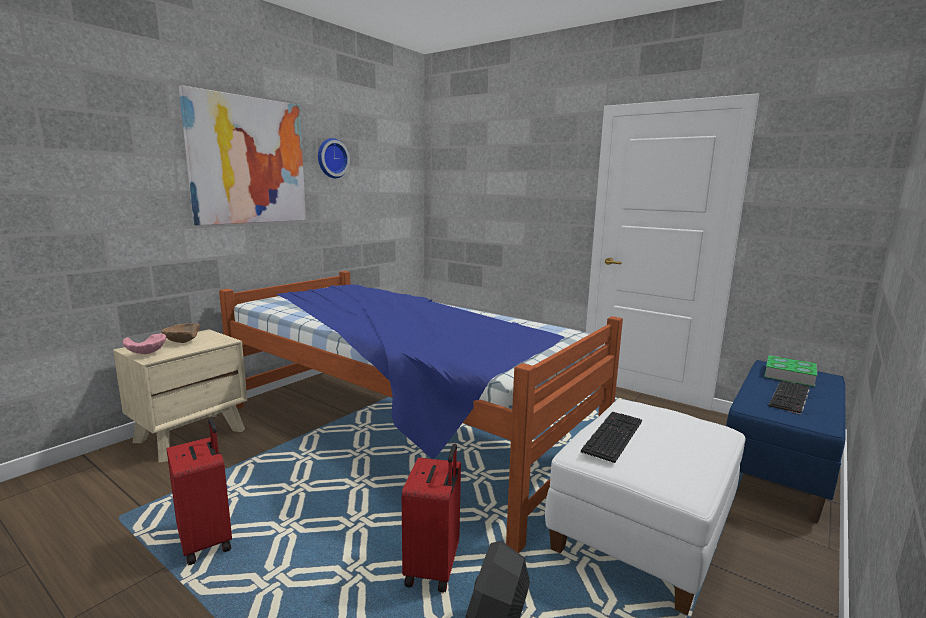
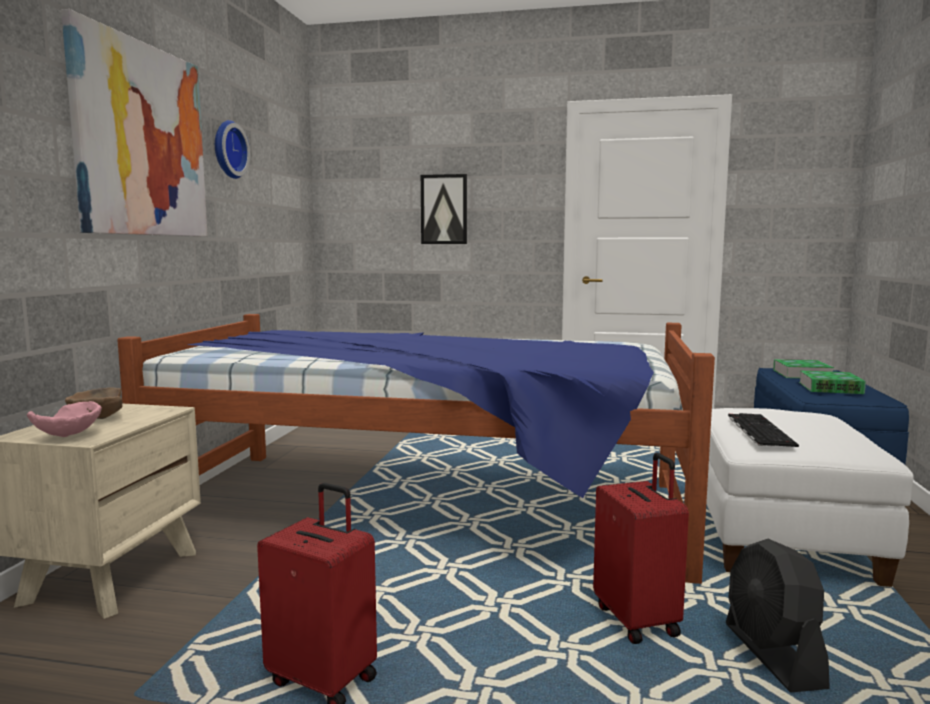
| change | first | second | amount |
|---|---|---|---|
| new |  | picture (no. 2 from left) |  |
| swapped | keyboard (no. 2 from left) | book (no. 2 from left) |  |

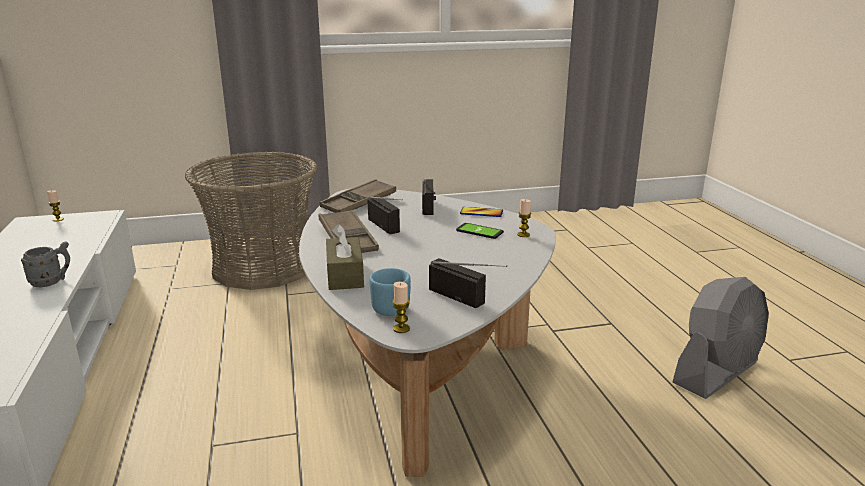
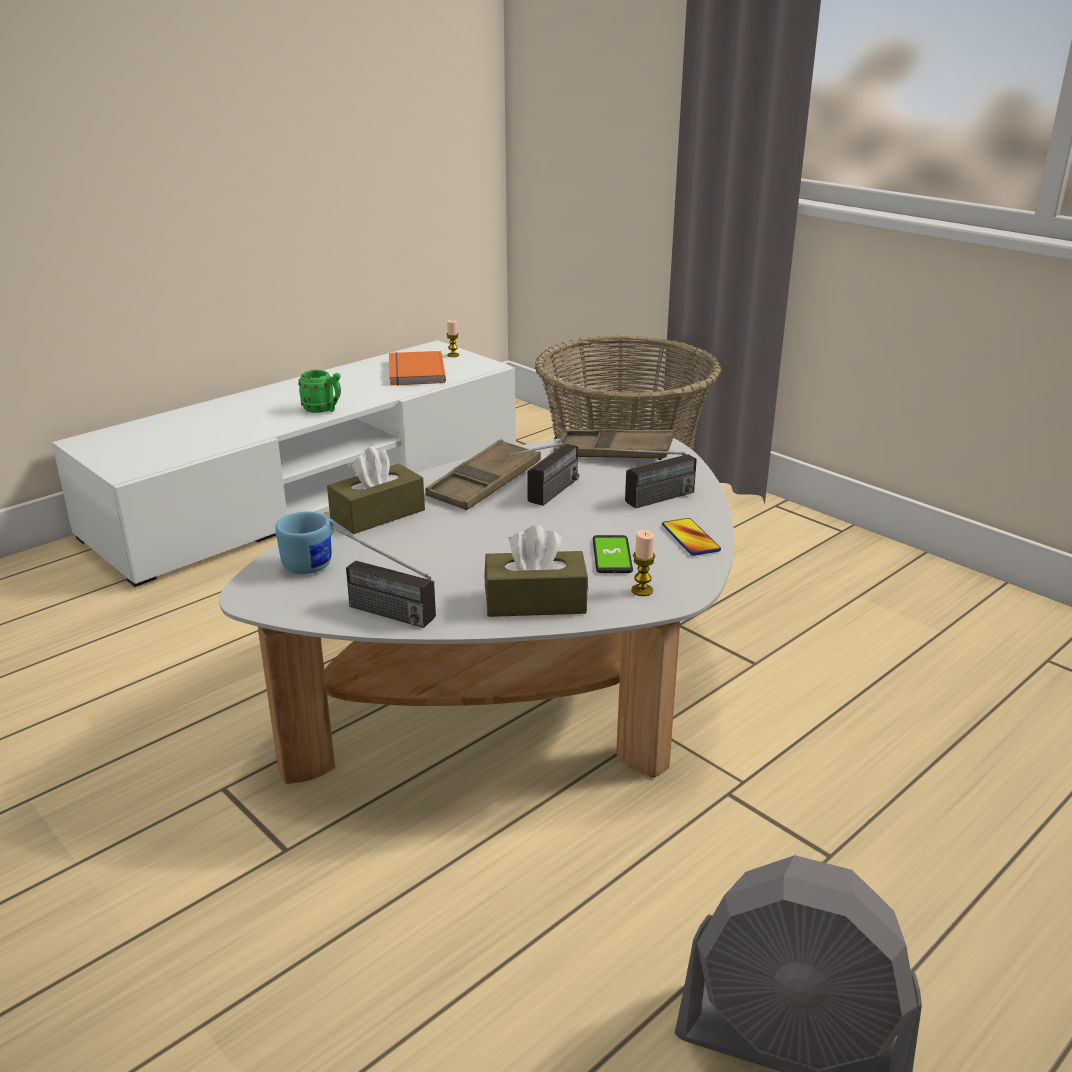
| change | first | second | amount |
|---|---|---|---|
| gone | candle (no. 2 from left) |  |  |
| new |  | orange book |  |
| new |  | brown tissue box (no. 2 from left) |  |
| repainted | grey mug | green mug |  |
| rotated | radio (no. 3 from left in the first image) | radio (no. 1 from left) | 105 degrees clockwise |

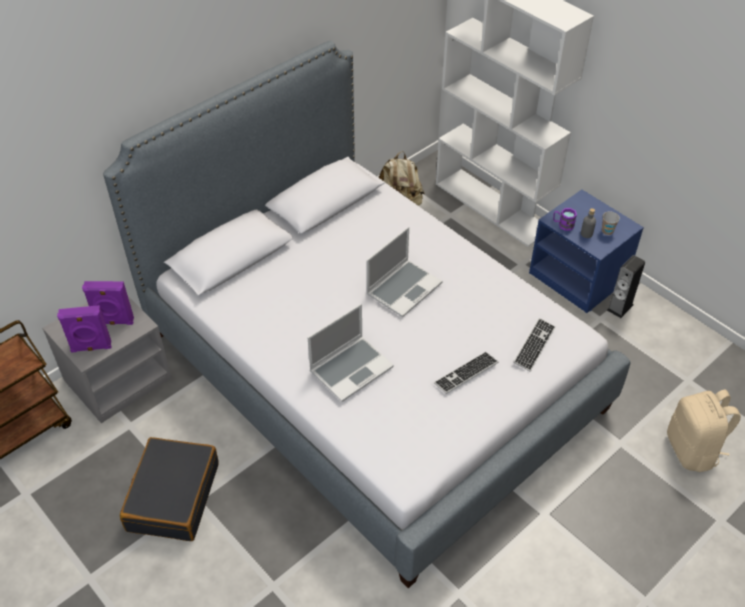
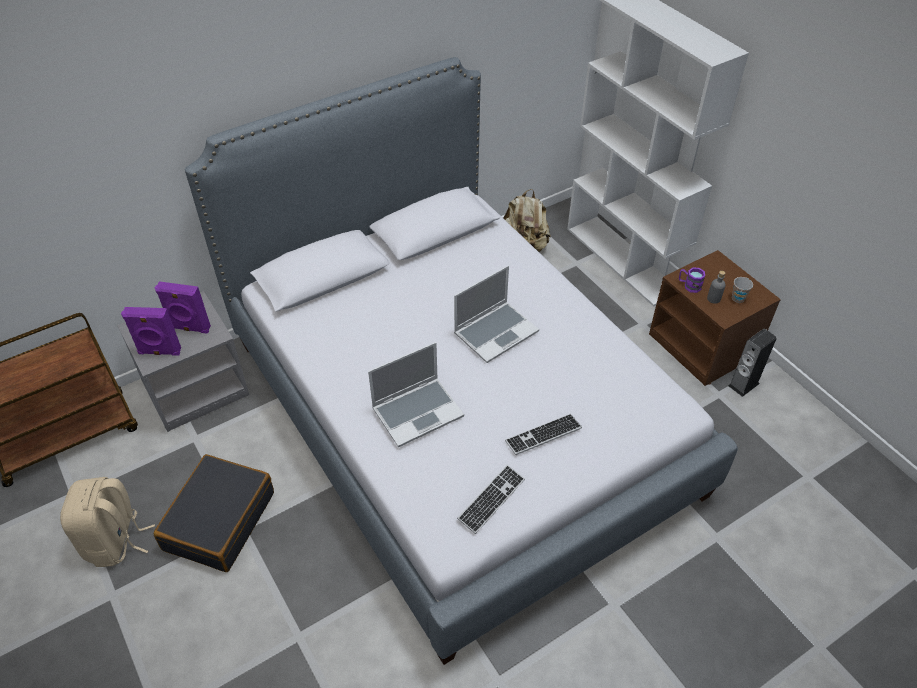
| change | first | second | amount |
|---|---|---|---|
| shifted | keyboard (no. 2 from left in the first image) | keyboard (no. 1 from left) |  |
| shifted | beige backpack (no. 2 from left in the first image) | beige backpack (no. 1 from left) |  |
| repainted | blue nightstand | brown nightstand |  |

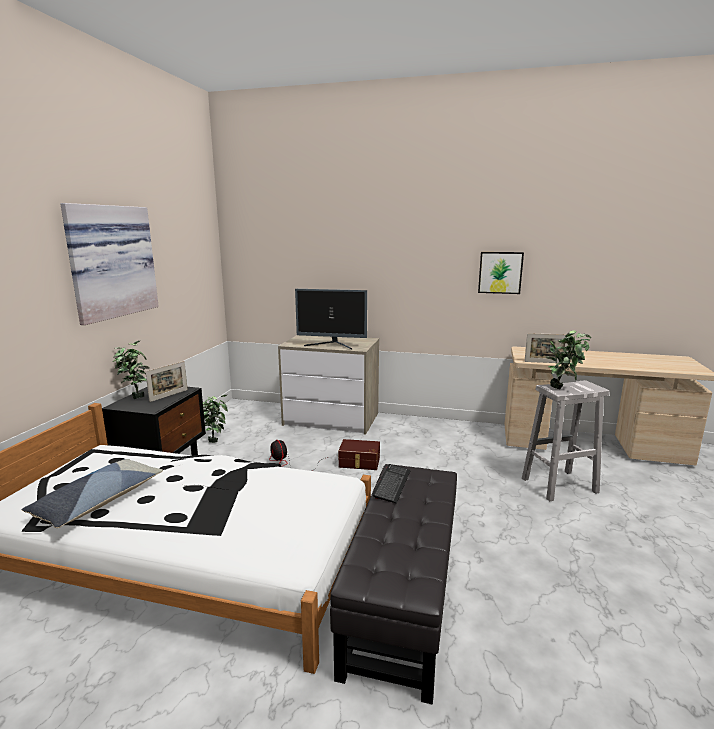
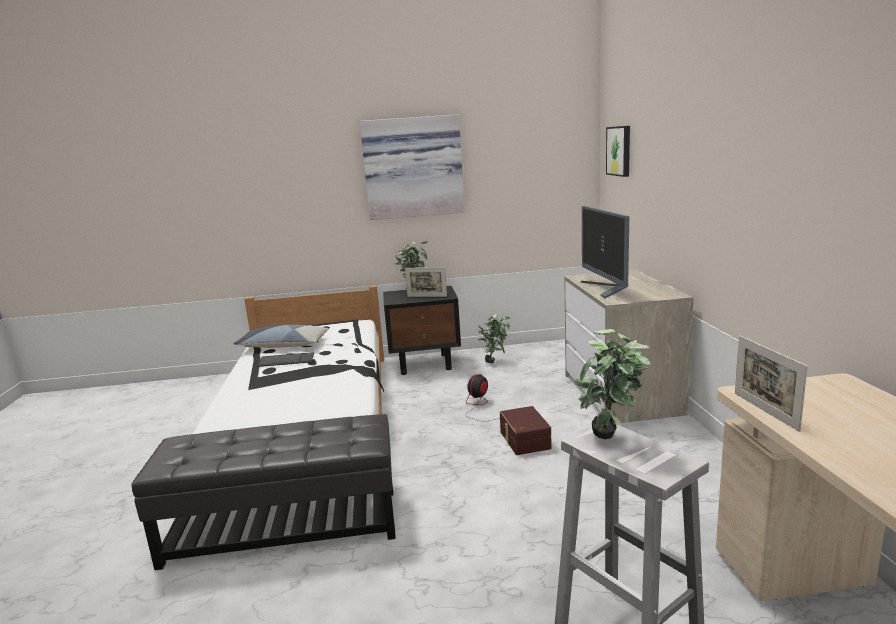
| change | first | second | amount |
|---|---|---|---|
| shifted | keyboard |  |  |
| shifted | picture (no. 2 from left) |  |  |

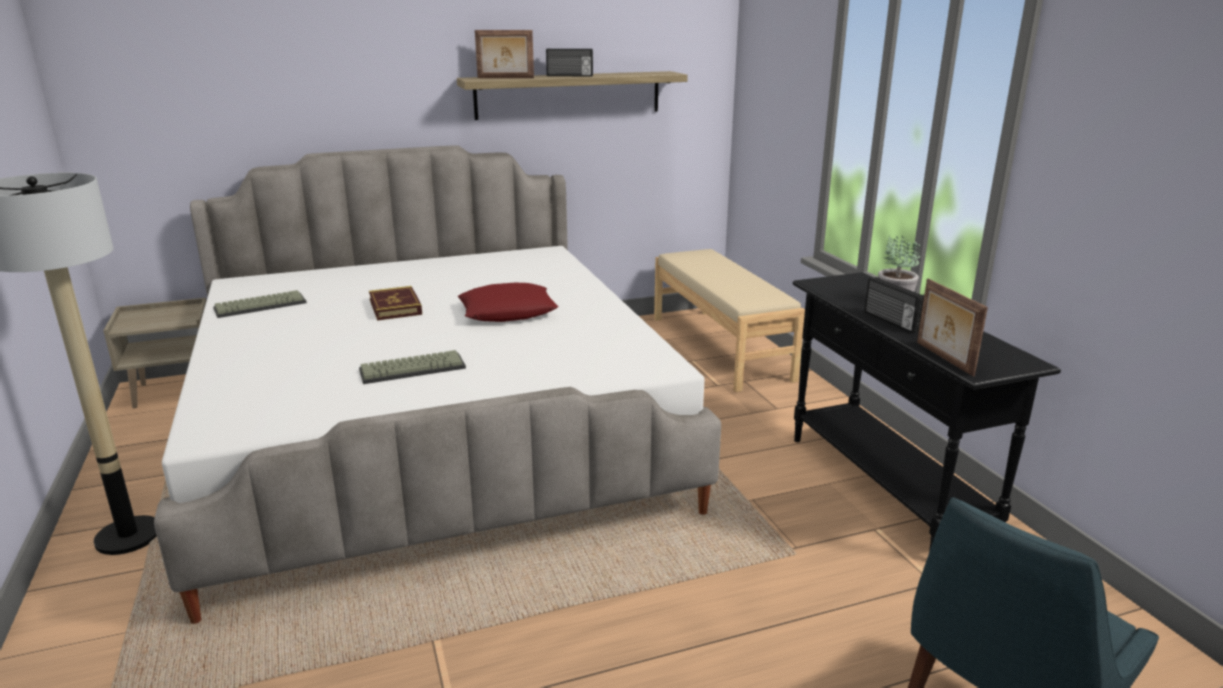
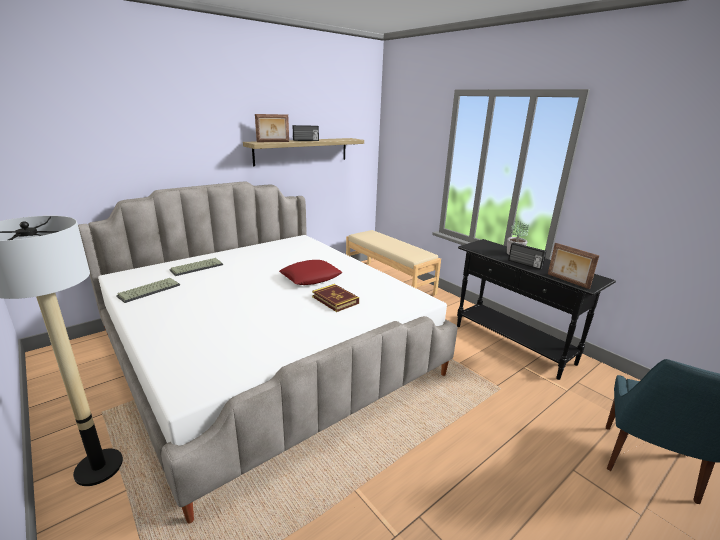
| change | first | second | amount |
|---|---|---|---|
| gone | beige nightstand |  |  |
| shifted | keyboard (no. 2 from left) |  |  |
| shifted | book |  |  |

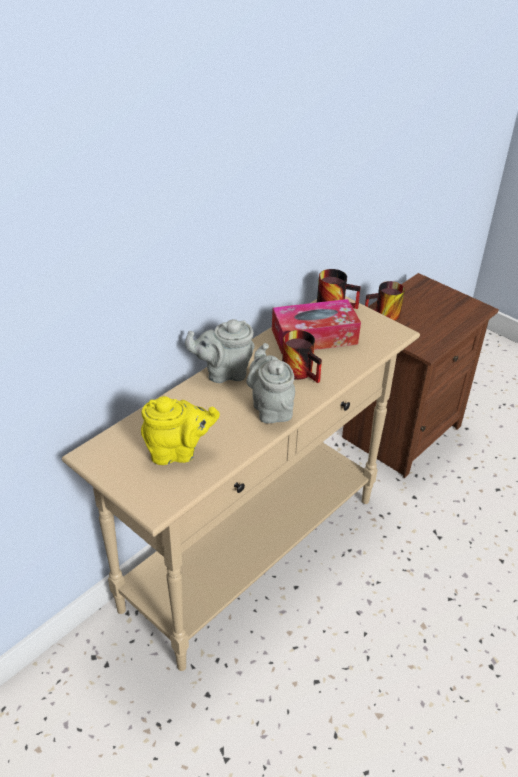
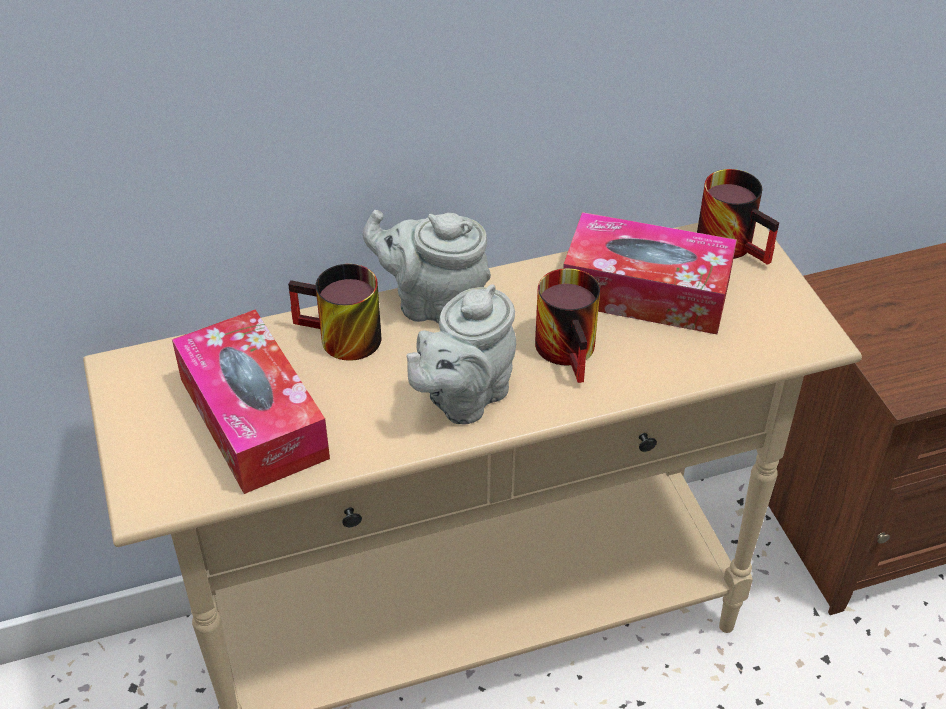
| change | first | second | amount |
|---|---|---|---|
| shifted | mug (no. 3 from left in the first image) | mug (no. 1 from left) |  |
| swapped | yellow teapot | tissue box (no. 1 from left) |  |
| rotated | grey teapot (no. 2 from left) |  | 150 degrees counterclockwise |

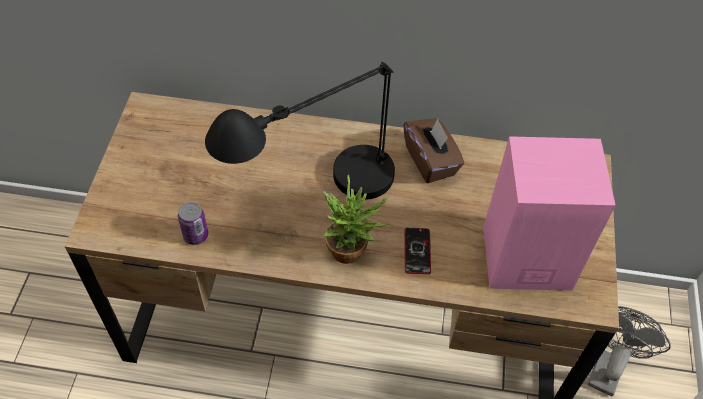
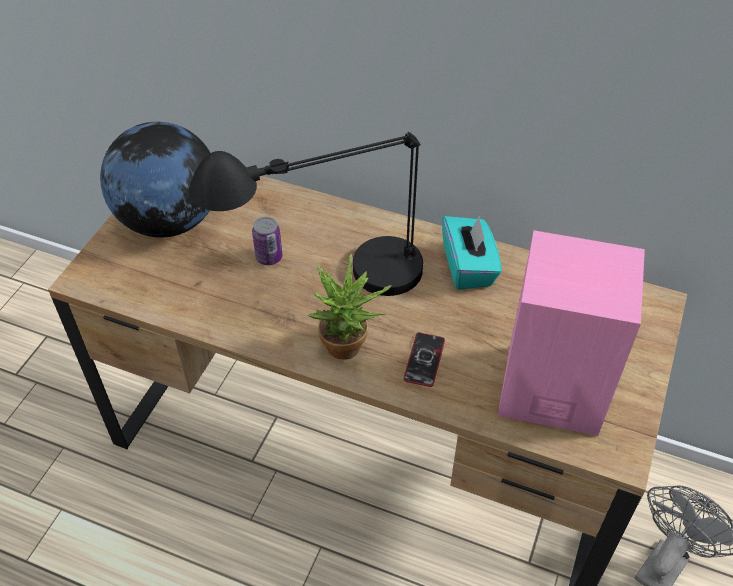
| change | first | second | amount |
|---|---|---|---|
| new |  | globe |  |
| shifted | can |  |  |
| repainted | brown tissue box | turquoise tissue box |  |

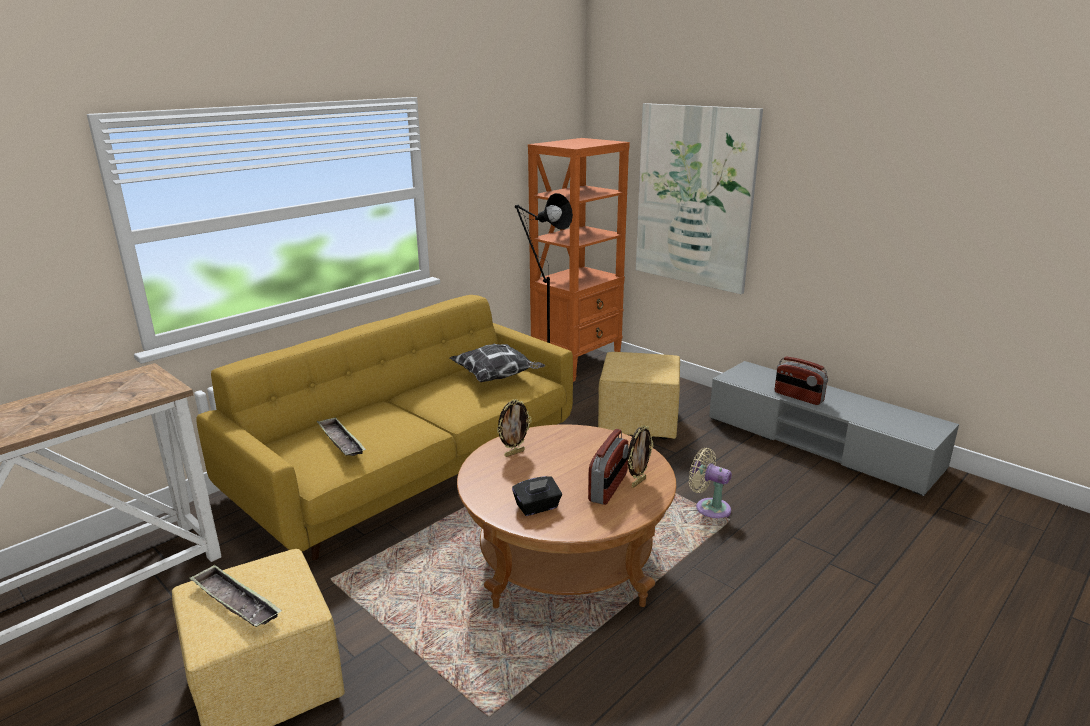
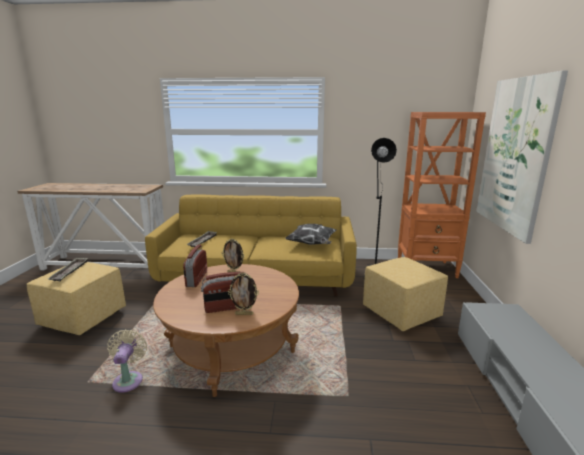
| change | first | second | amount |
|---|---|---|---|
| gone | black tissue box |  |  |
| shifted | beige fan |  |  |
| shifted | radio (no. 2 from left in the first image) | radio (no. 1 from left) |  |

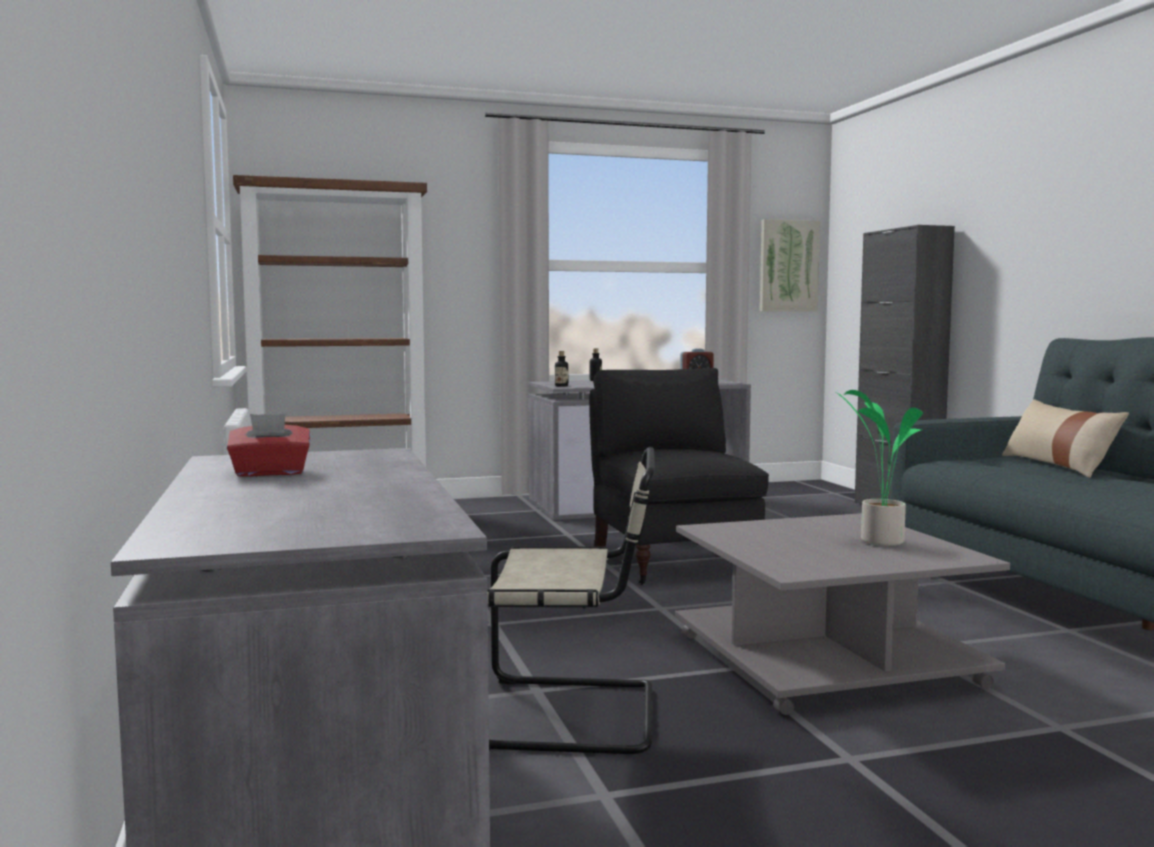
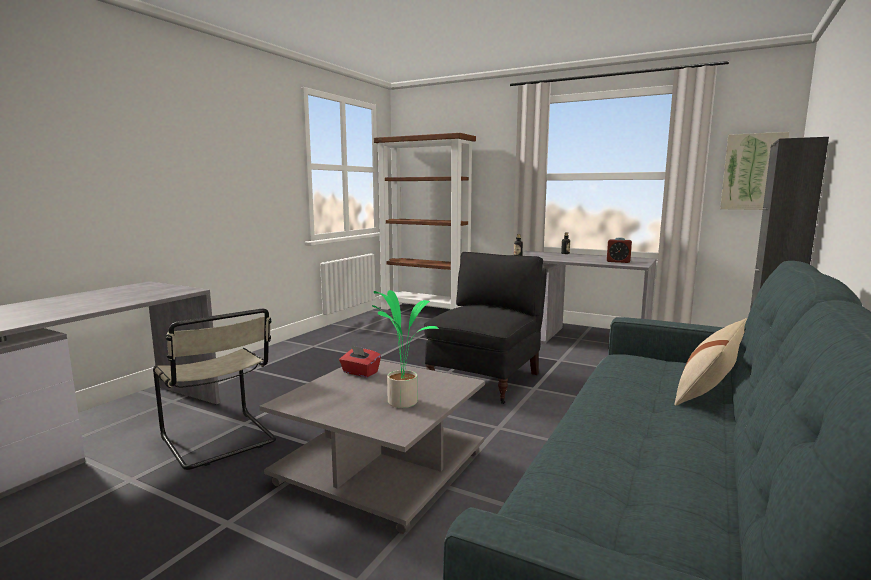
| change | first | second | amount |
|---|---|---|---|
| shifted | red tissue box |  |  |

